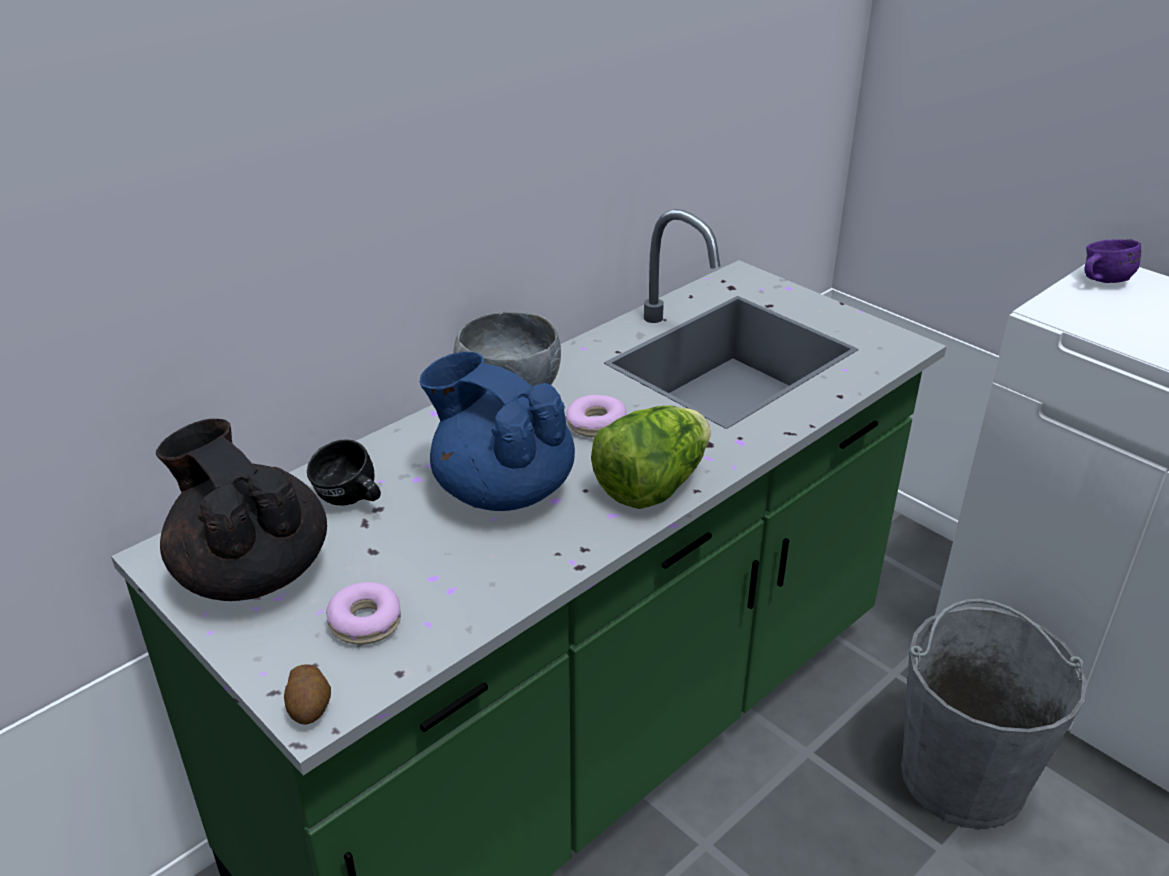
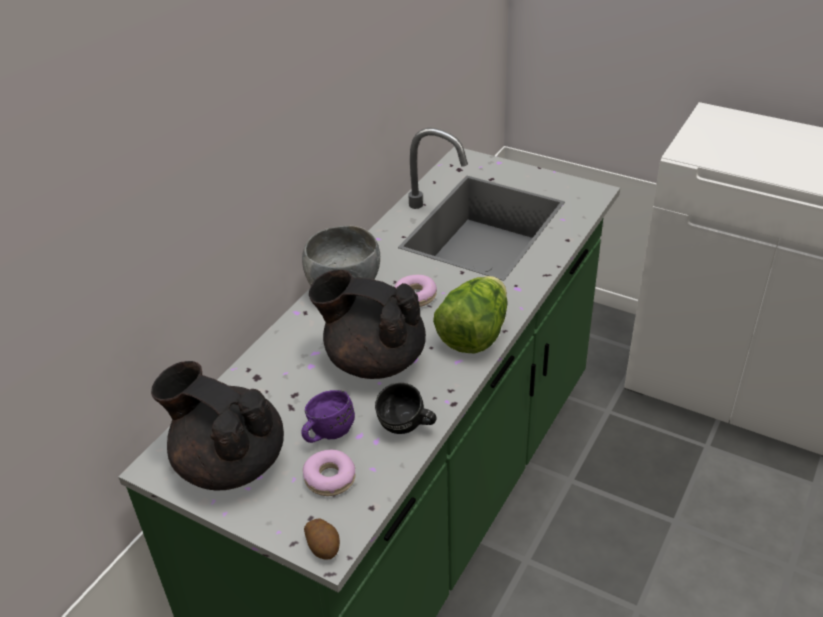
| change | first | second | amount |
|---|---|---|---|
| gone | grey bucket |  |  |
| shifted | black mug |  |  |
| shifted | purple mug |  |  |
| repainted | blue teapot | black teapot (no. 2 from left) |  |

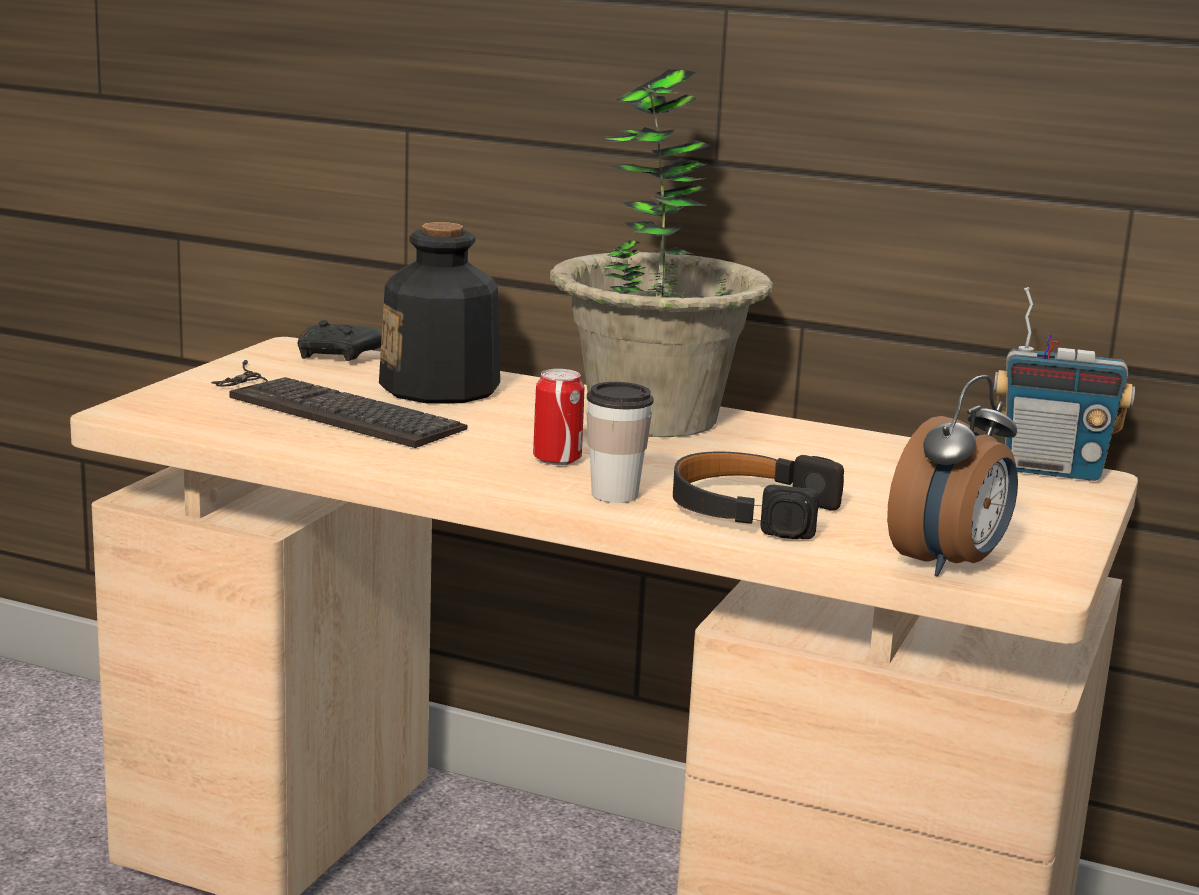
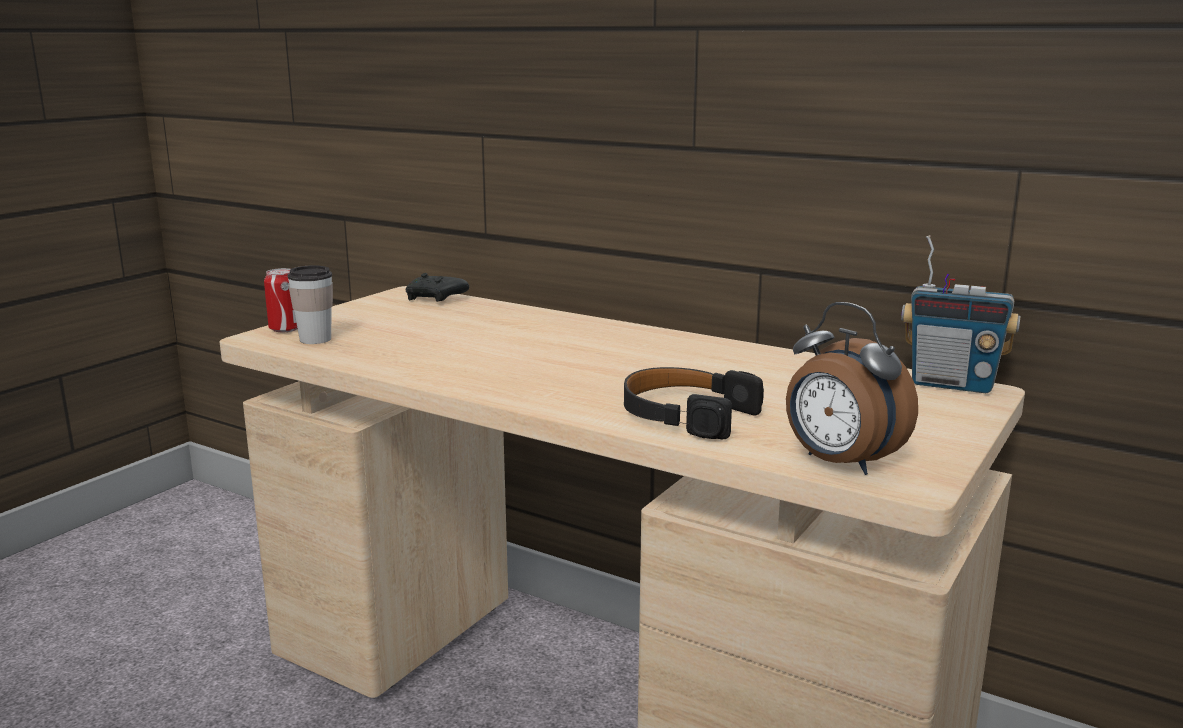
| change | first | second | amount |
|---|---|---|---|
| gone | keyboard |  |  |
| gone | bottle |  |  |
| gone | potted plant |  |  |
| shifted | can |  |  |
| shifted | cup |  |  |
| rotated | alarm clock |  | 90 degrees clockwise |

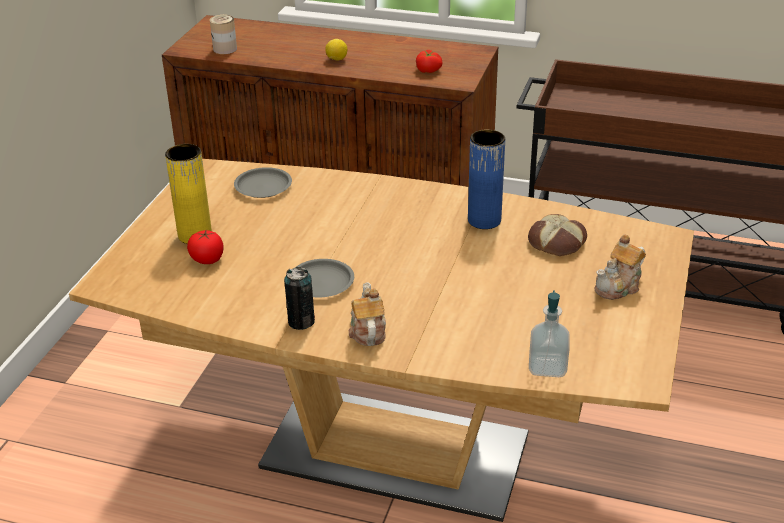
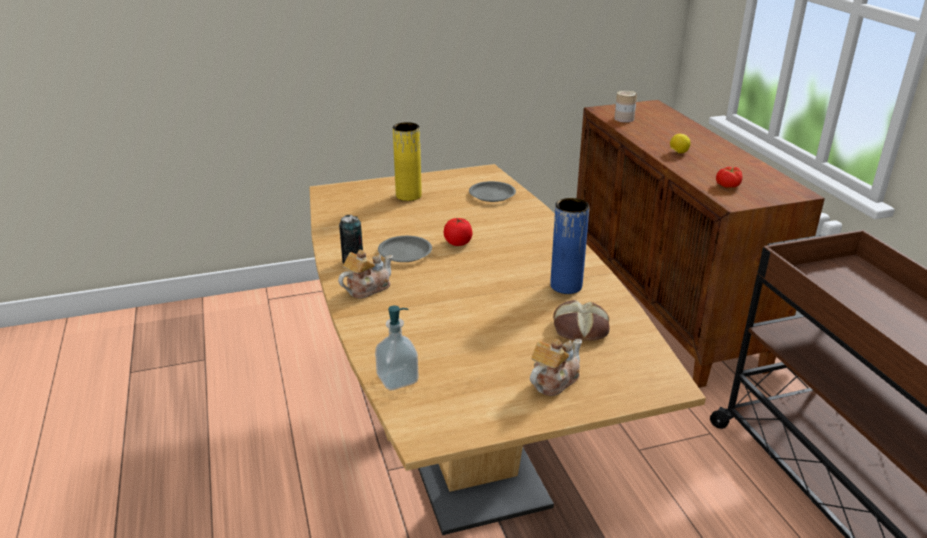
| change | first | second | amount |
|---|---|---|---|
| shifted | tomato (no. 1 from left) |  |  |
| rotated | teapot (no. 2 from left) |  | 120 degrees clockwise |

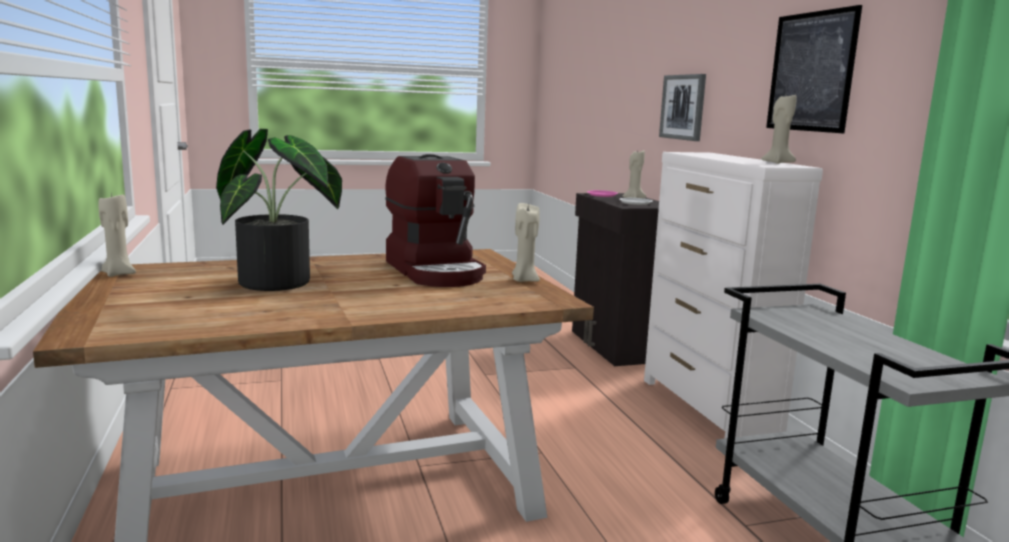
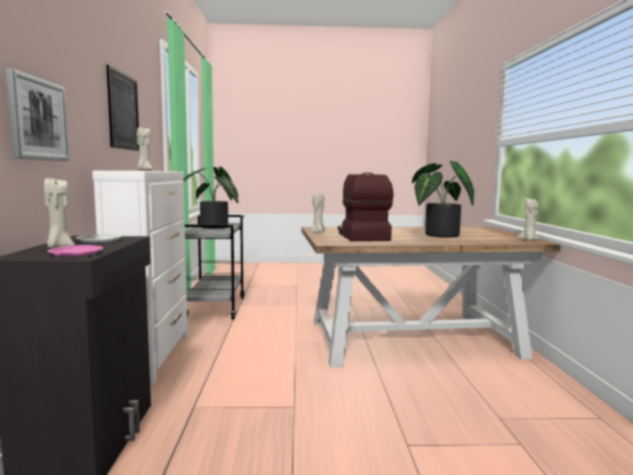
| change | first | second | amount |
|---|---|---|---|
| new |  | potted plant (no. 1 from left) |  |

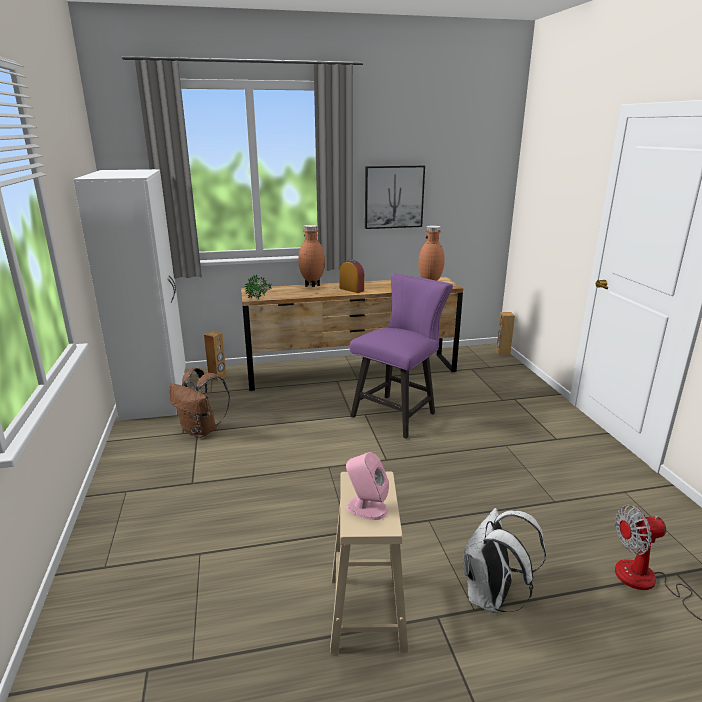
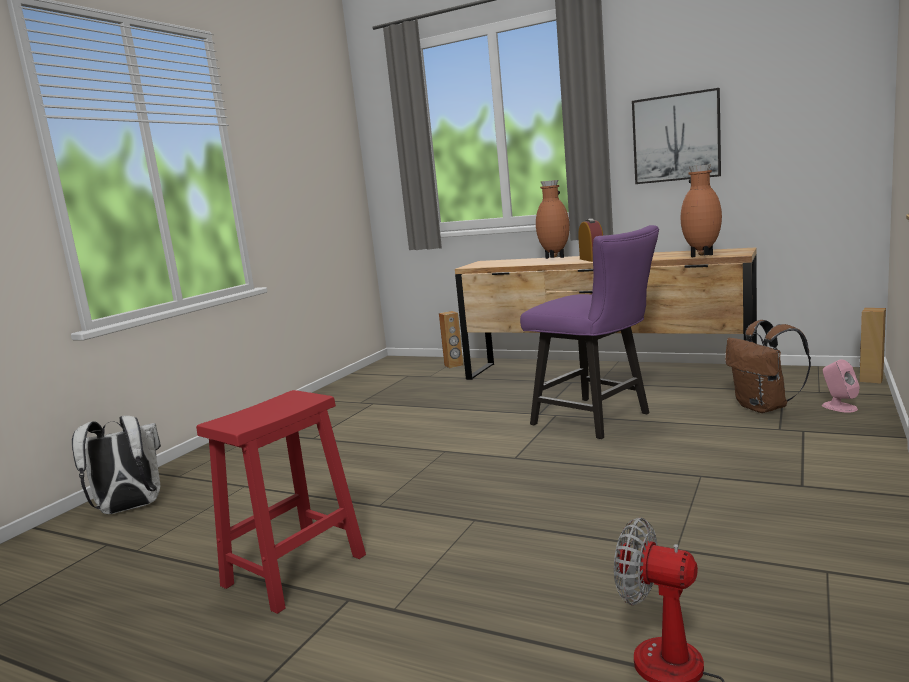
| change | first | second | amount |
|---|---|---|---|
| gone | white wardrobe |  |  |
| gone | potted plant |  |  |
| shifted | brown backpack |  |  |
| shifted | pink speaker |  |  |
| shifted | white backpack |  |  |
| repainted | beige stool | red stool |  |
| rotated | purple chair |  | 60 degrees clockwise |

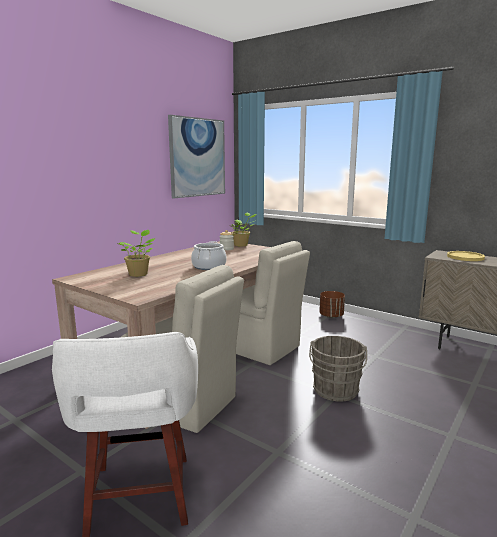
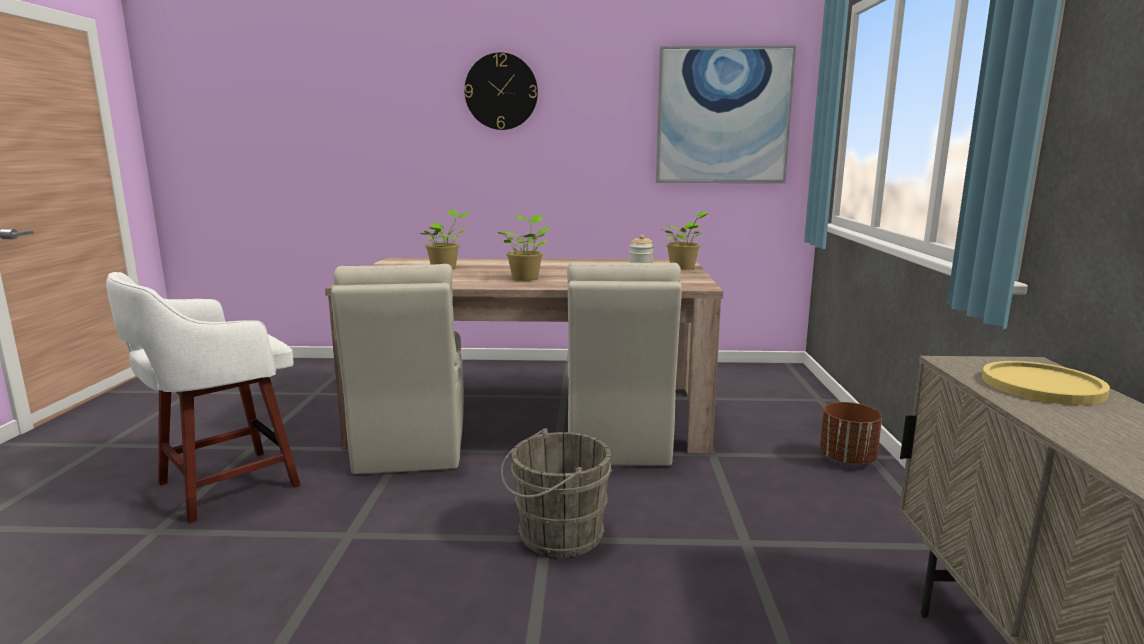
| change | first | second | amount |
|---|---|---|---|
| new |  | wall clock |  |
| swapped | cooking pot | potted plant (no. 2 from left) |  |

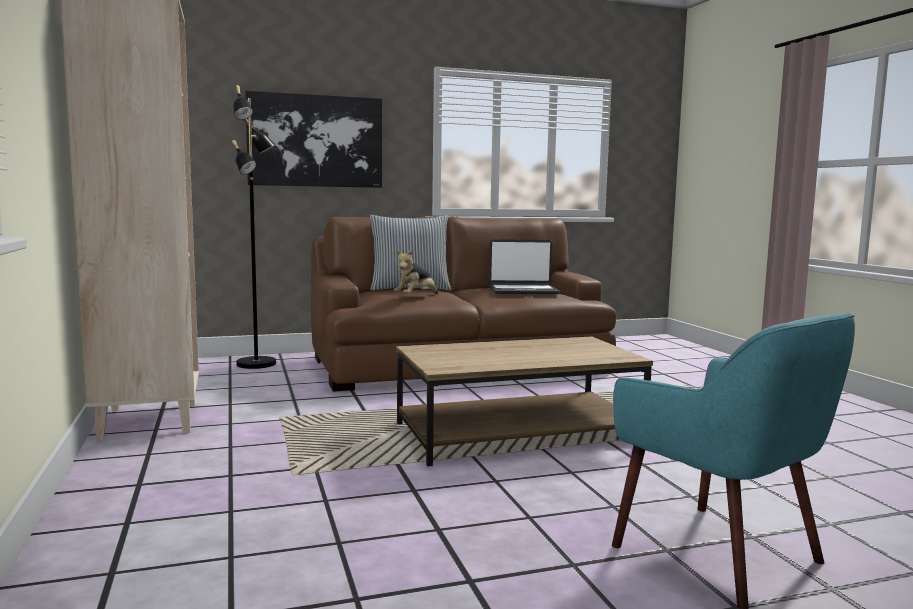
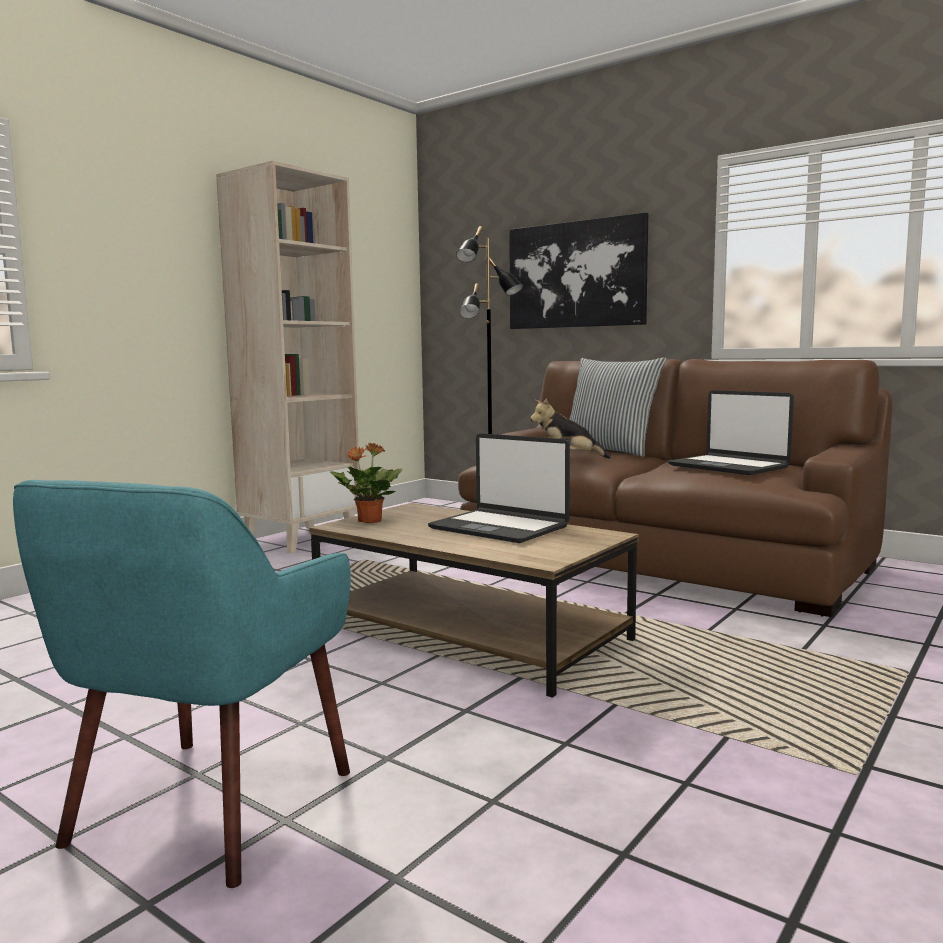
| change | first | second | amount |
|---|---|---|---|
| new |  | potted plant |  |
| new |  | laptop (no. 1 from left) |  |

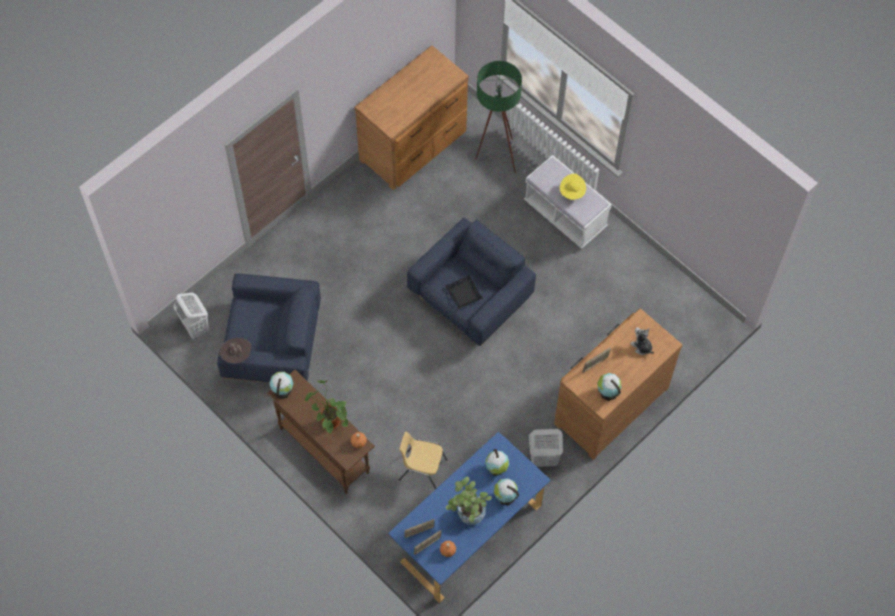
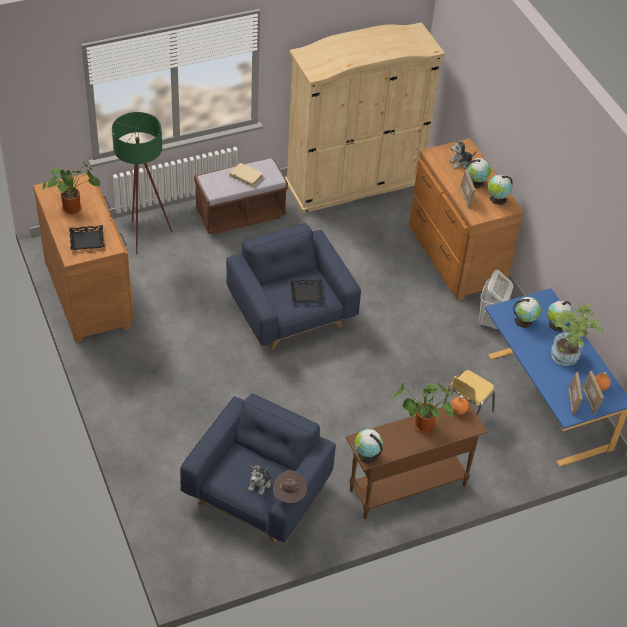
| change | first | second | amount |
|---|---|---|---|
| gone | white laundry basket (no. 1 from left) |  |  |
| new |  | potted plant (no. 1 from left) |  |
| new |  | black tray (no. 1 from left) |  |
| new |  | plush toy (no. 1 from left) |  |
| new |  | beige wardrobe |  |
| new |  | globe (no. 2 from left) |  |
| swapped | yellow hat | beige book |  |
| repainted | white bench | brown bench |  |

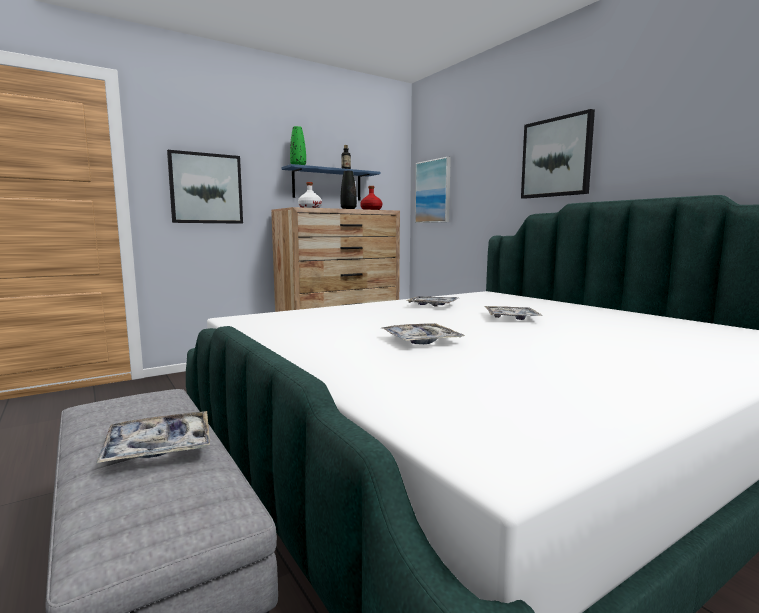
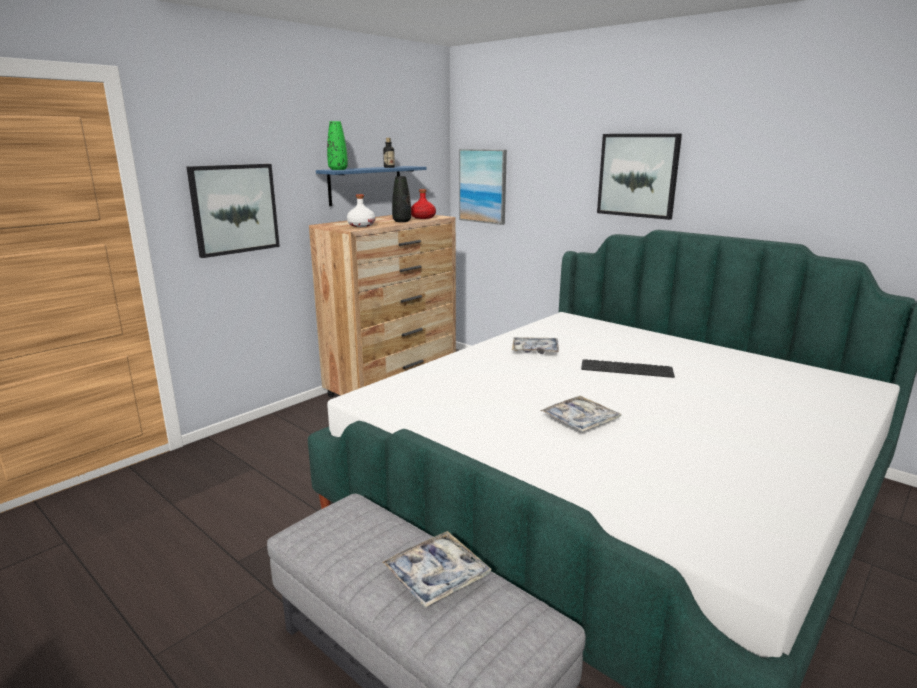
| change | first | second | amount |
|---|---|---|---|
| swapped | tray (no. 4 from left) | keyboard |  |

